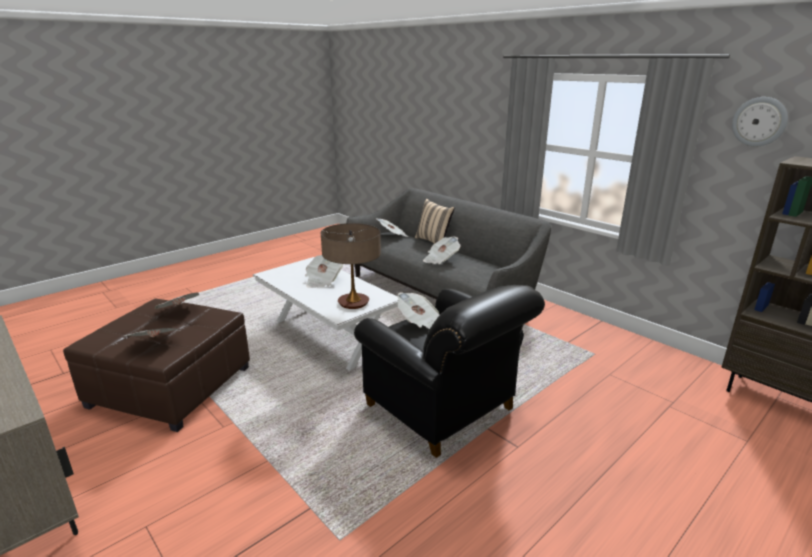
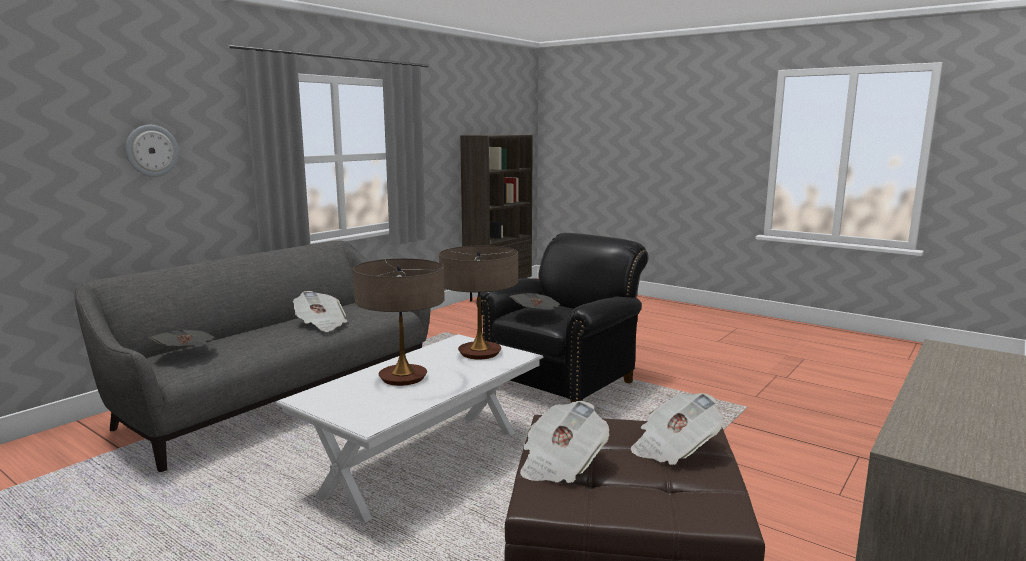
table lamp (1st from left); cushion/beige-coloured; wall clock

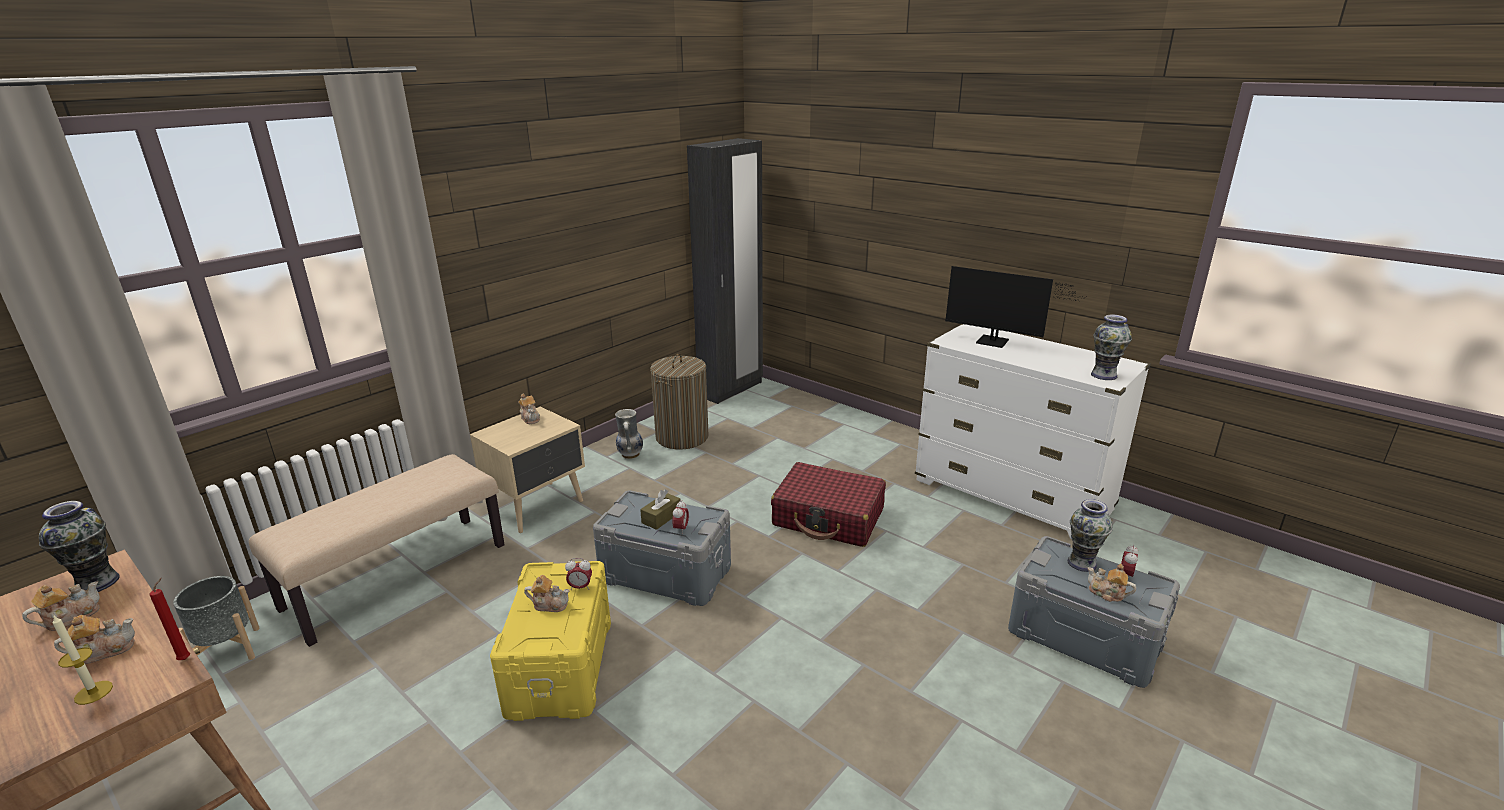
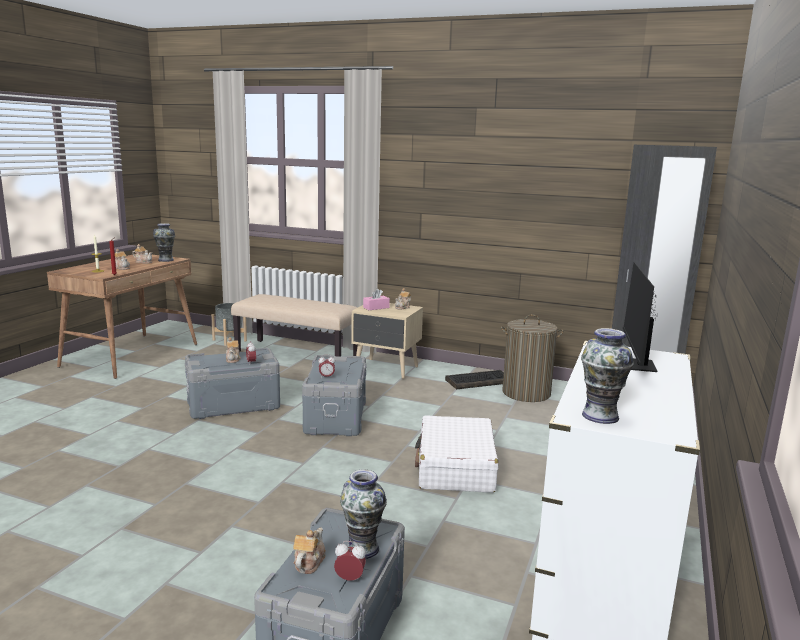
storage box/gray (1st from left); computer keyboard; tissue holder/brownish; suitcase/white-coloured; tissue holder/pinkish

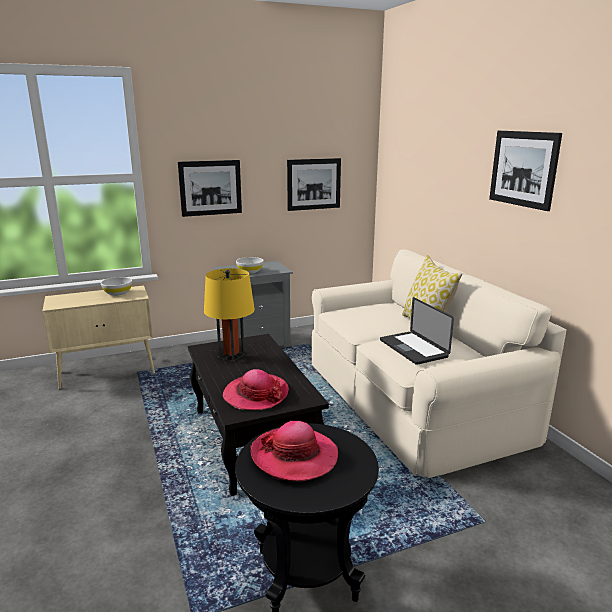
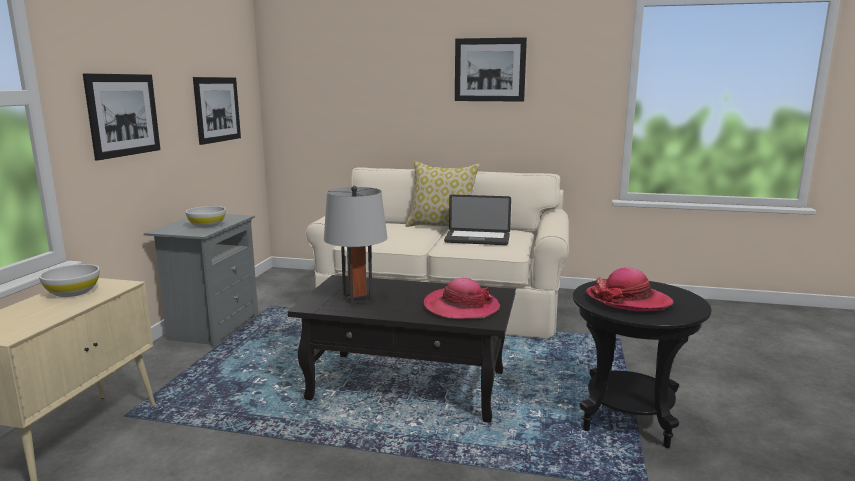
table lamp/gray

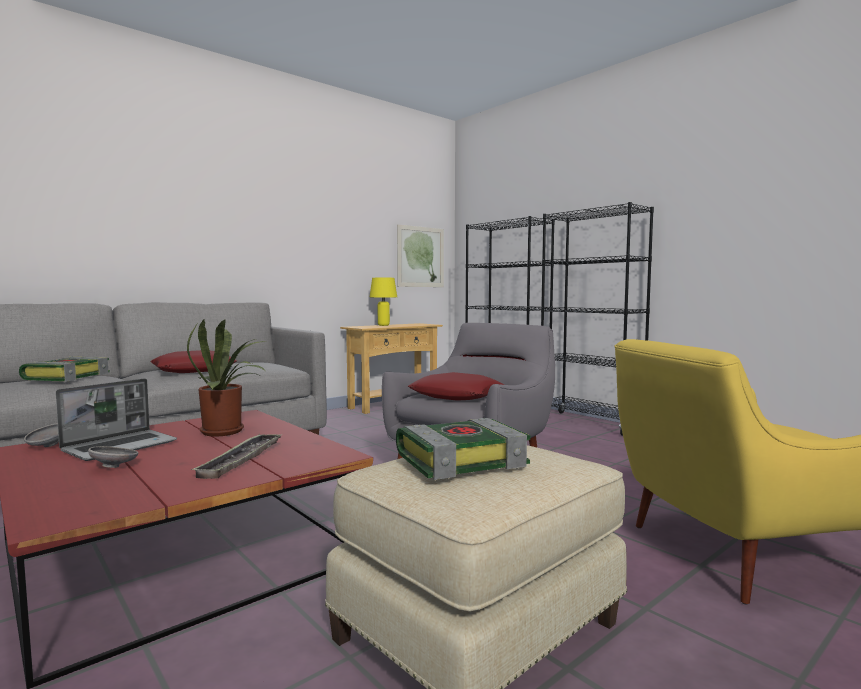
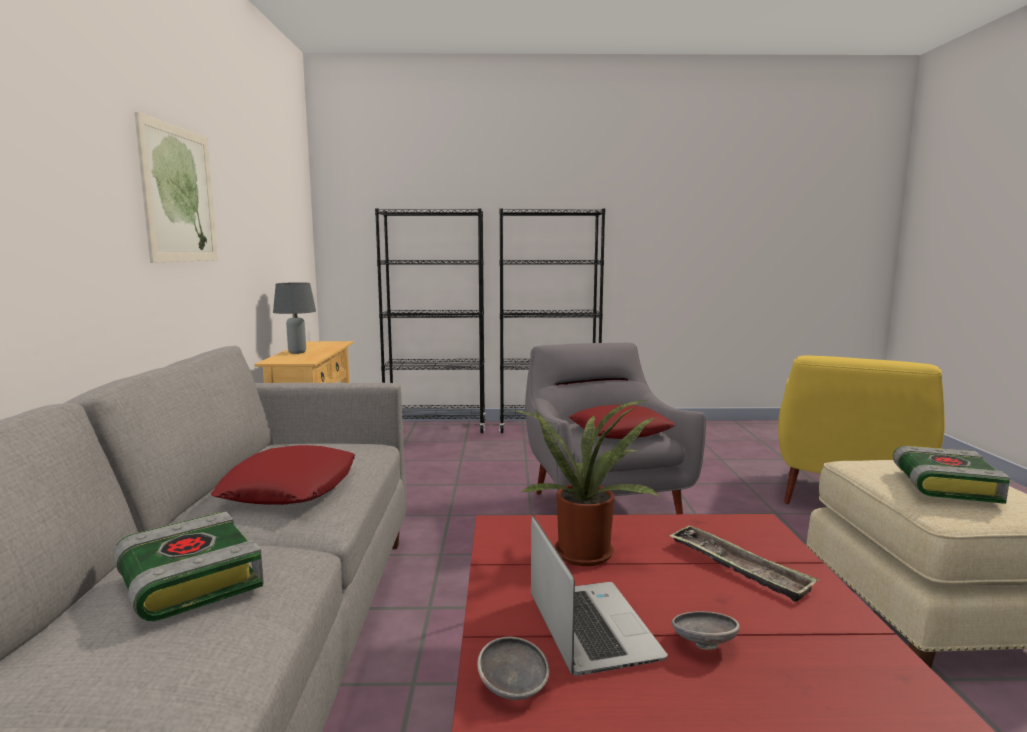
table lamp/gray; picture

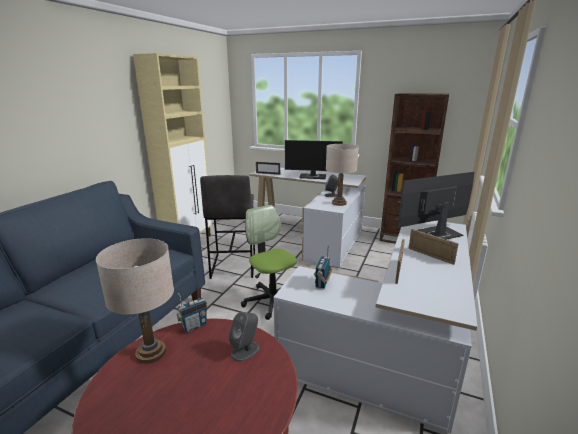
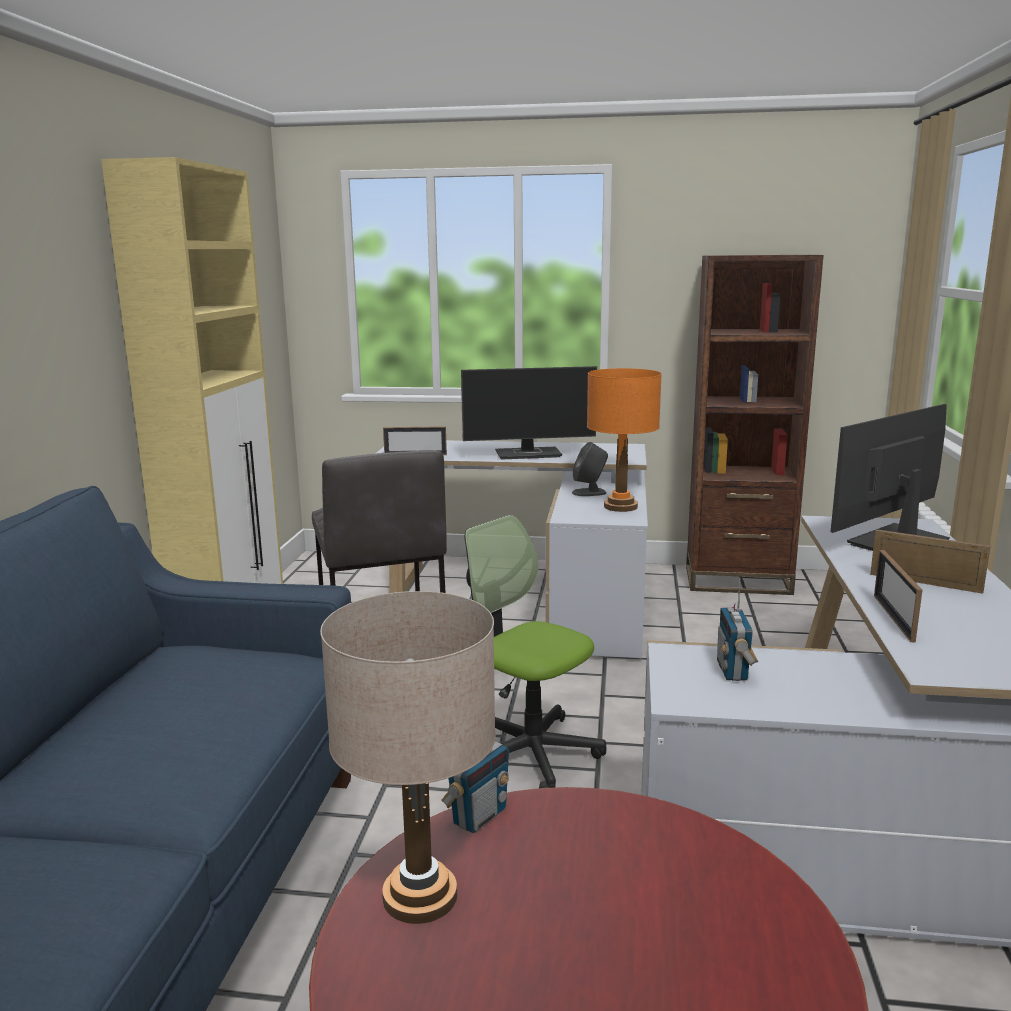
audio speaker/gray (1st from left in the first image); table lamp/orange-coloured

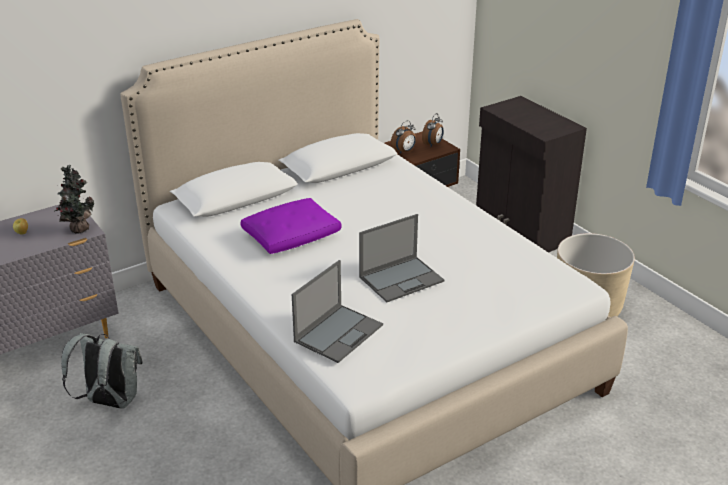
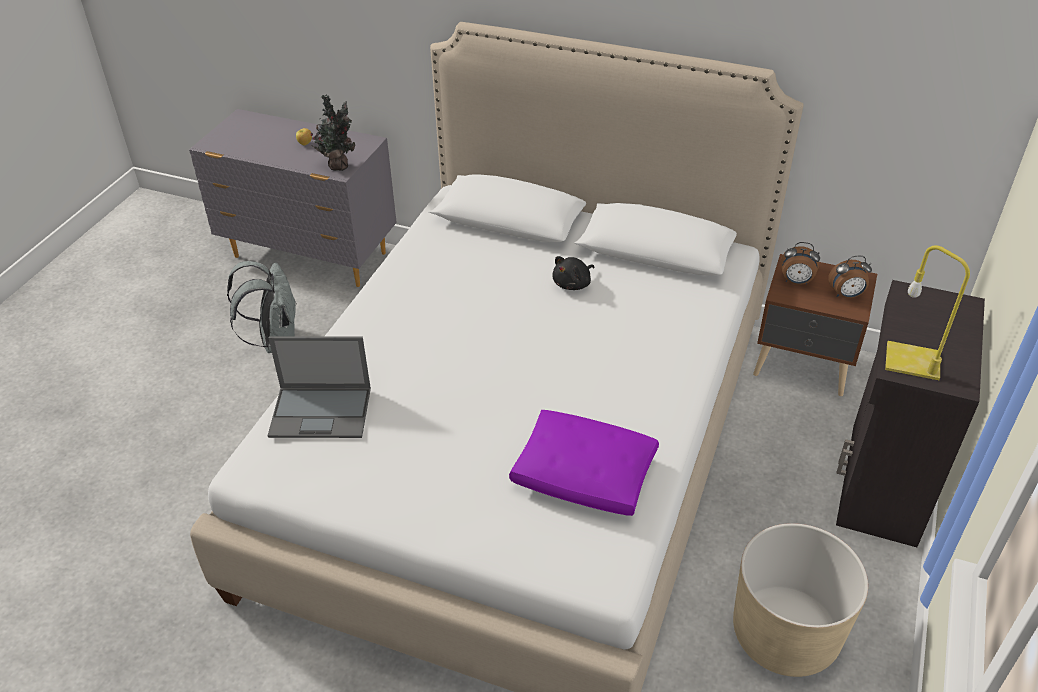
cushion/purple; portable computer (2nd from left in the first image); soft toy/blackish; table lamp/yellow-coloured

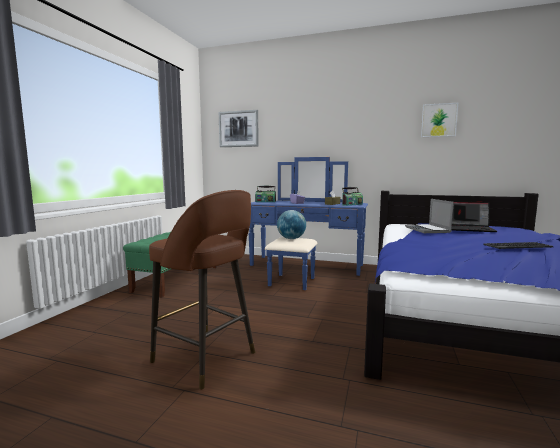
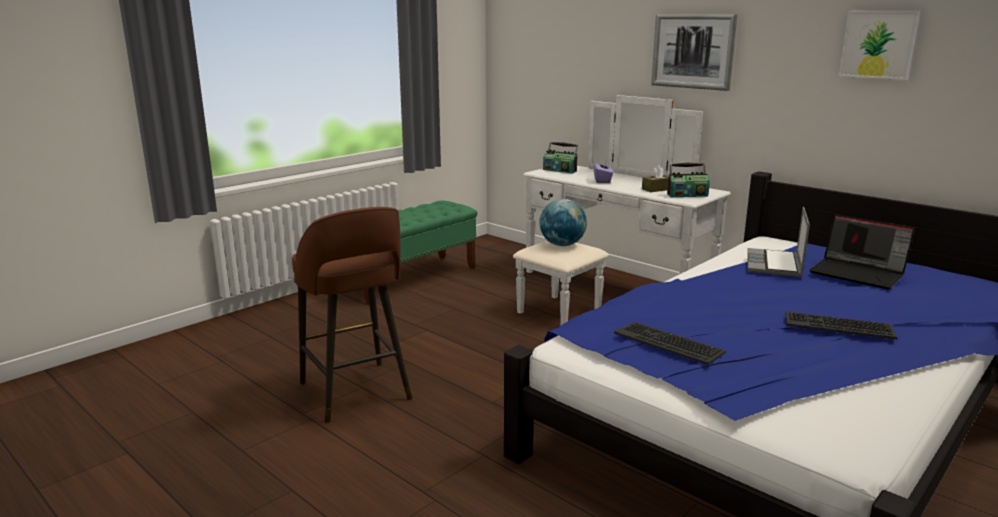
picture (1st from left); chest of drawers/white-coloured; computer keyboard (1st from left)

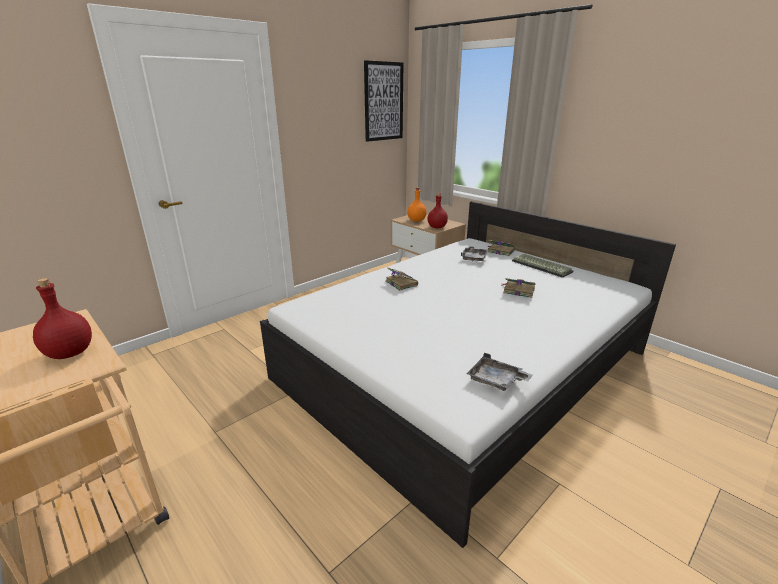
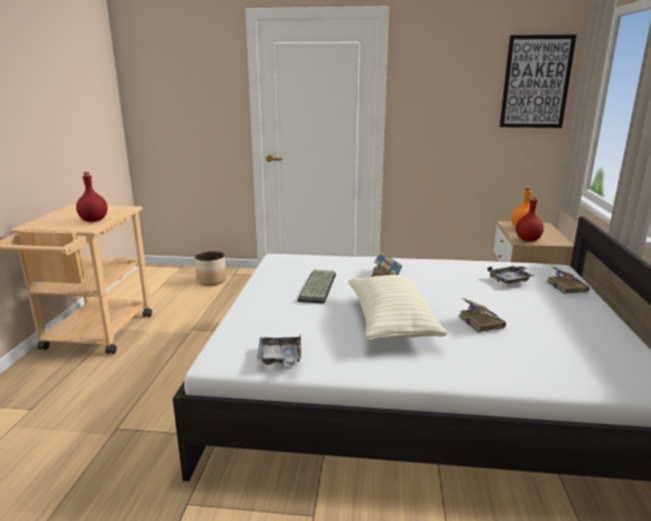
computer keyboard; plant pot; cushion/beige-coloured

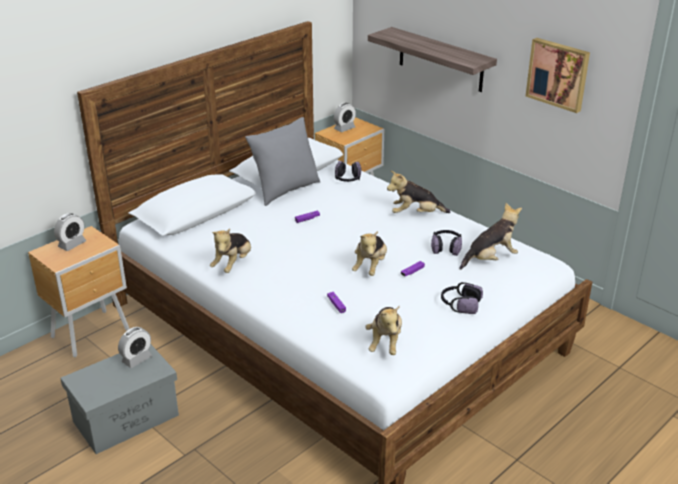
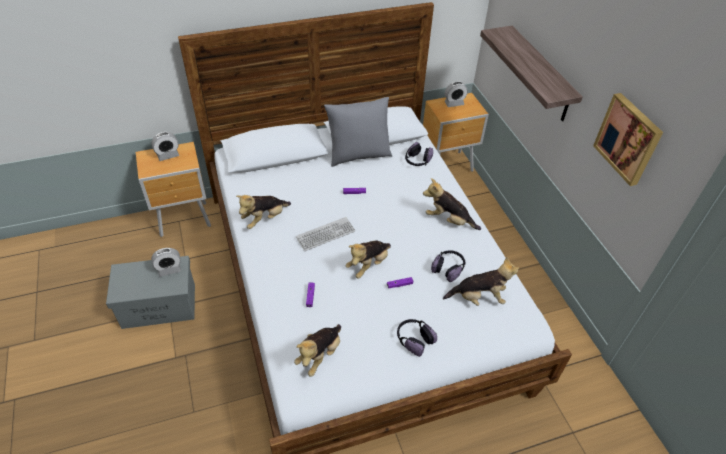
computer keyboard

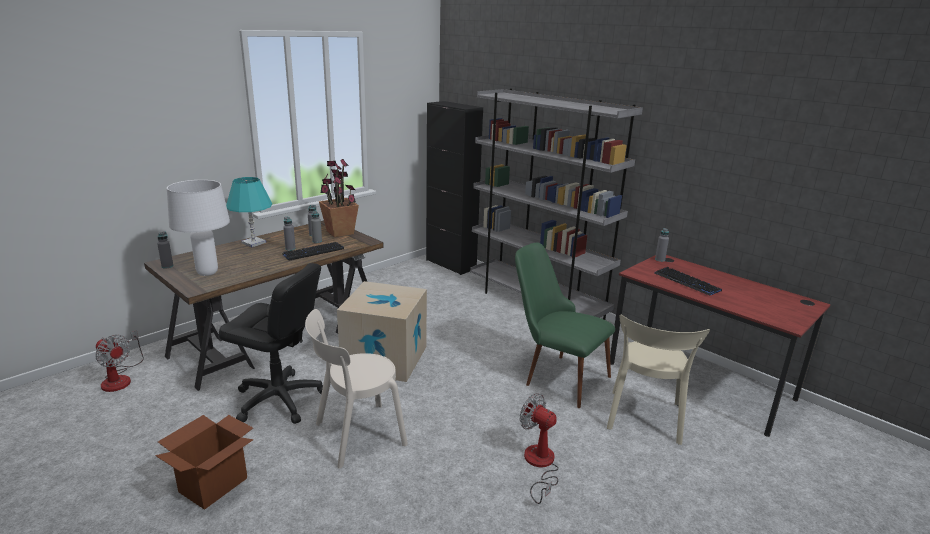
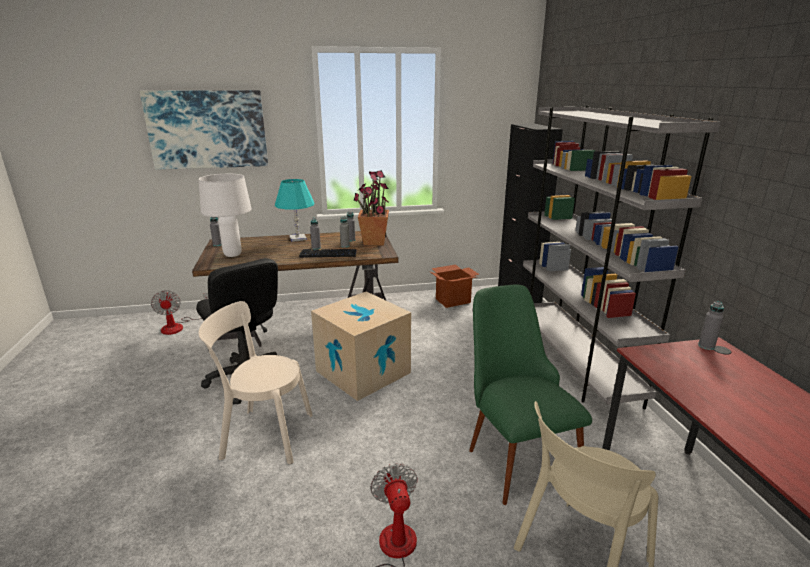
carton (2nd from left); computer keyboard (2nd from left in the first image); picture

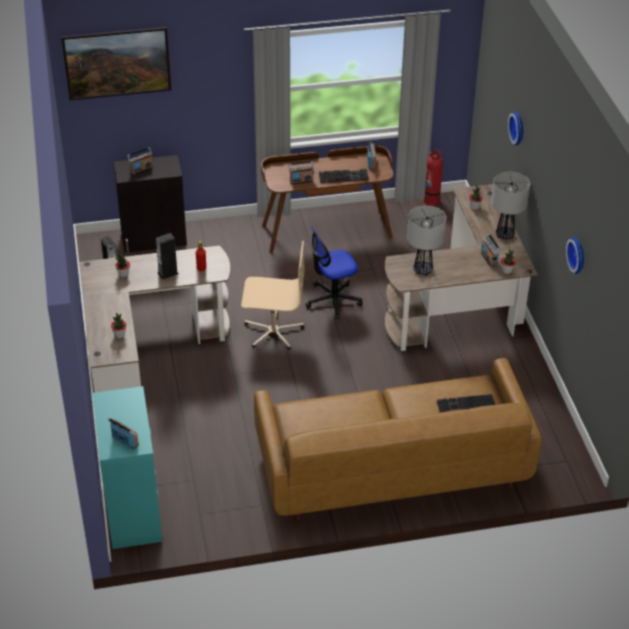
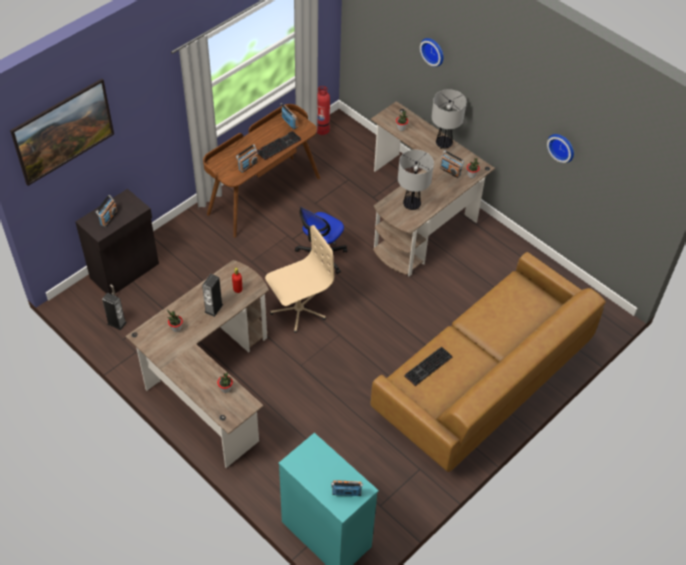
computer keyboard (2nd from left)

